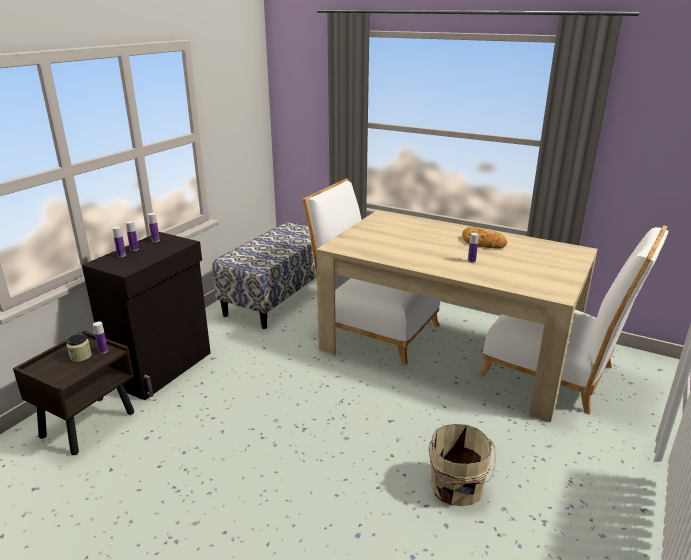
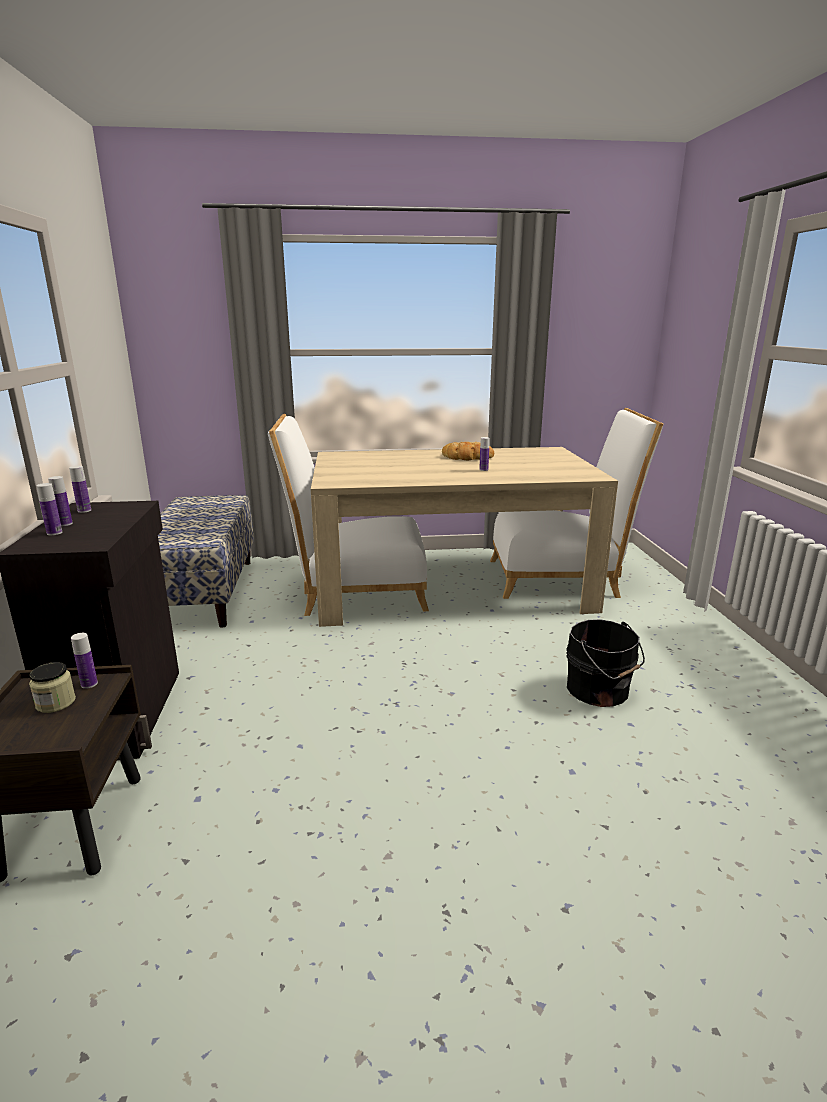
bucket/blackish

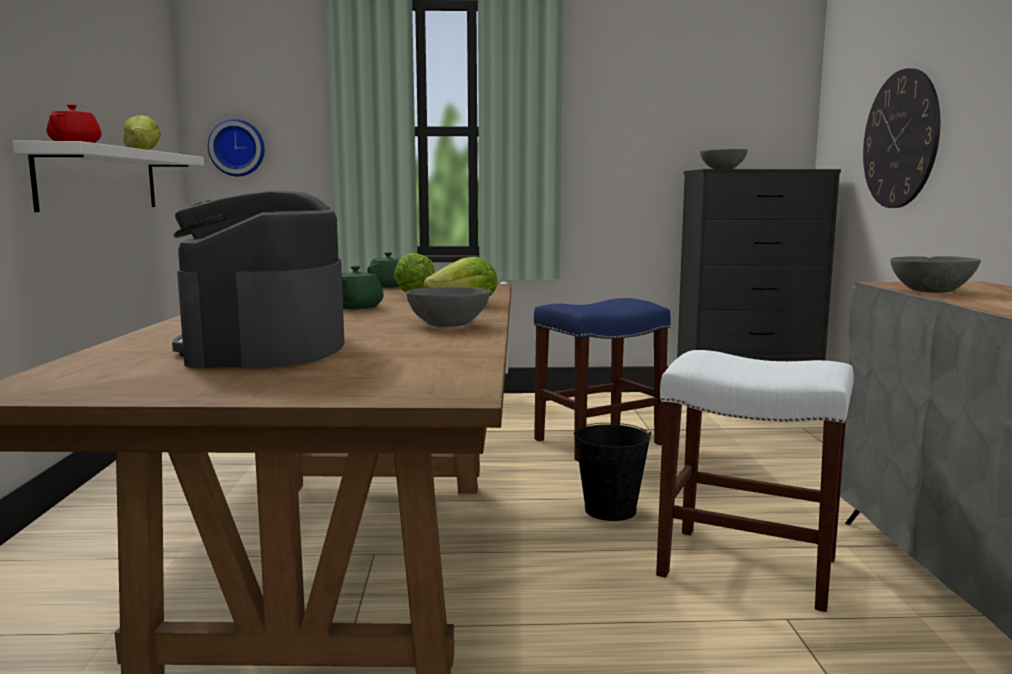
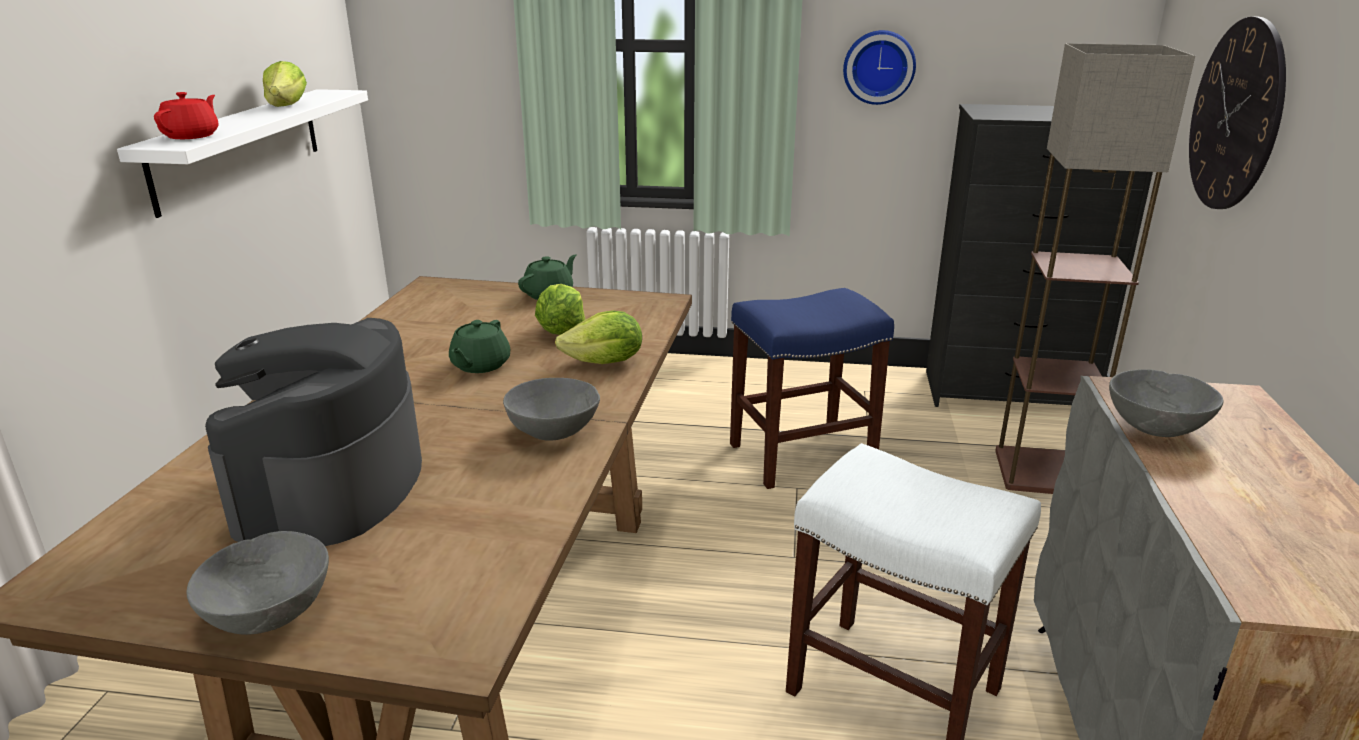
wall clock (1st from left); bucket/blackish; serving bowl/gray (1st from left); standing lamp

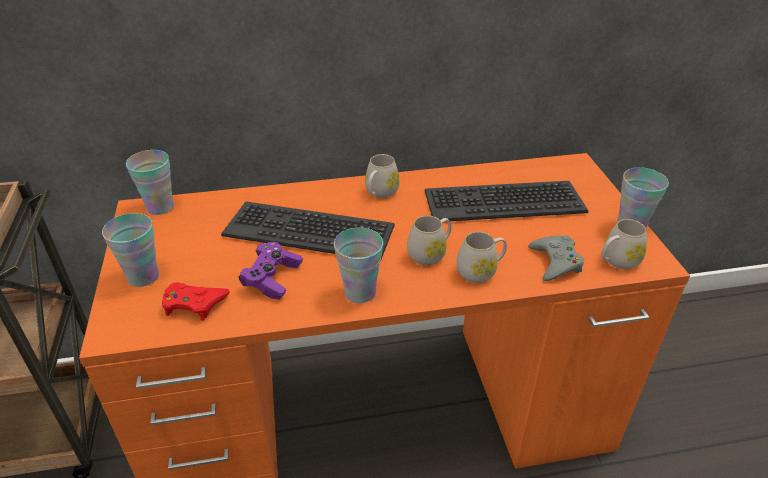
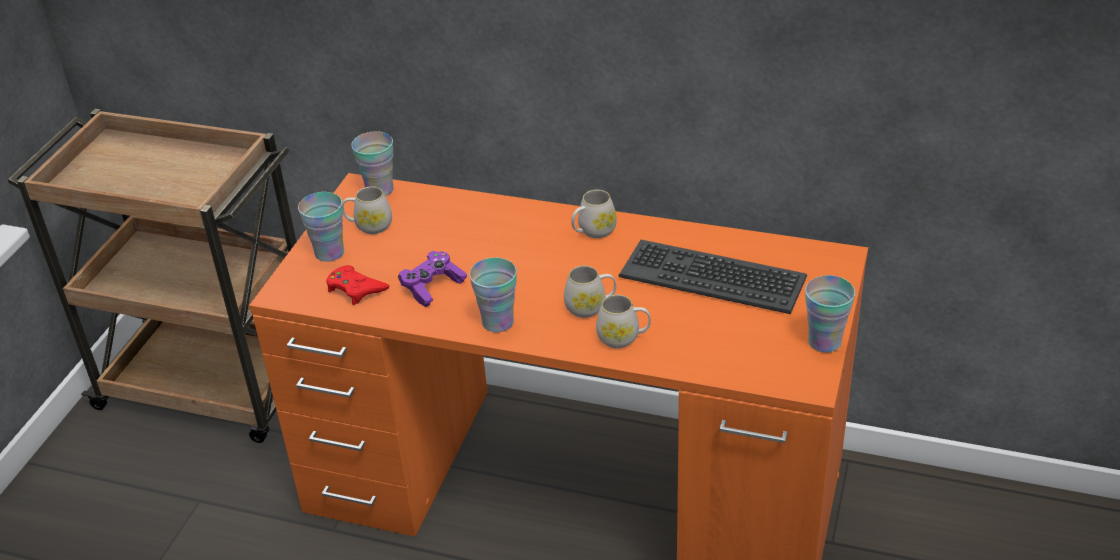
computer keyboard (1st from left in the first image); gamepad/gray; coffee mug/white-coloured (1st from left)

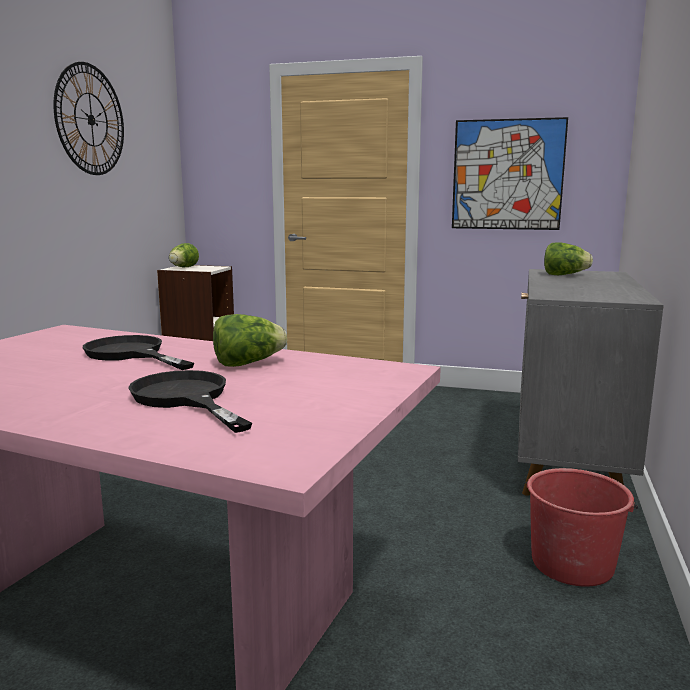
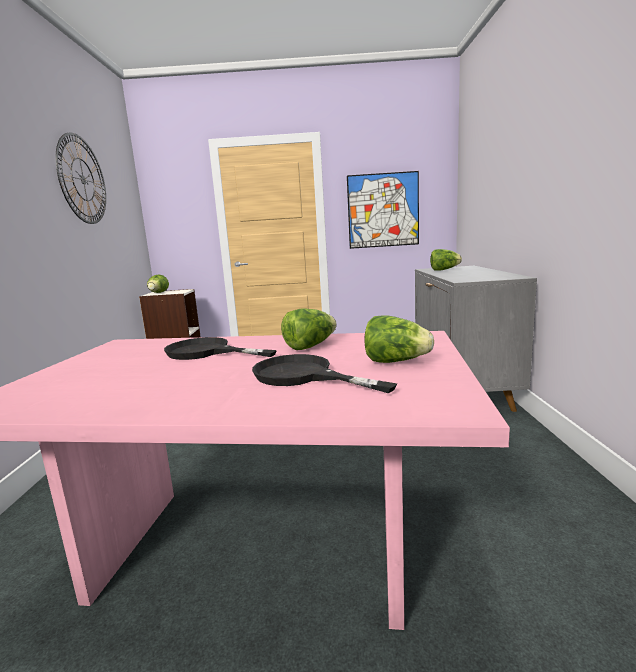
bucket/red; lettuce (3rd from left)

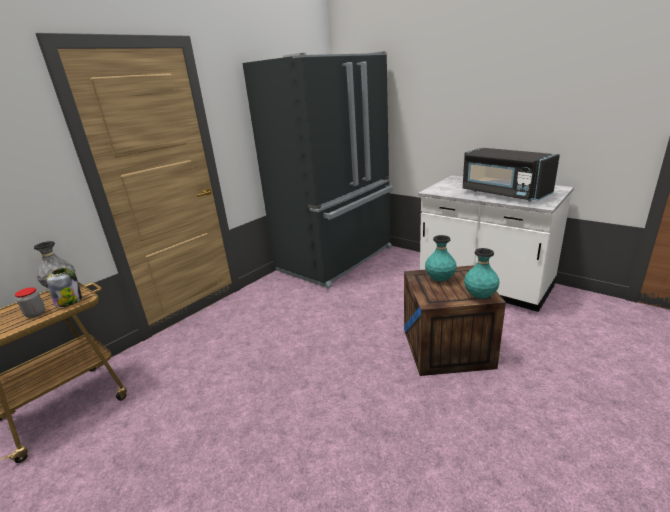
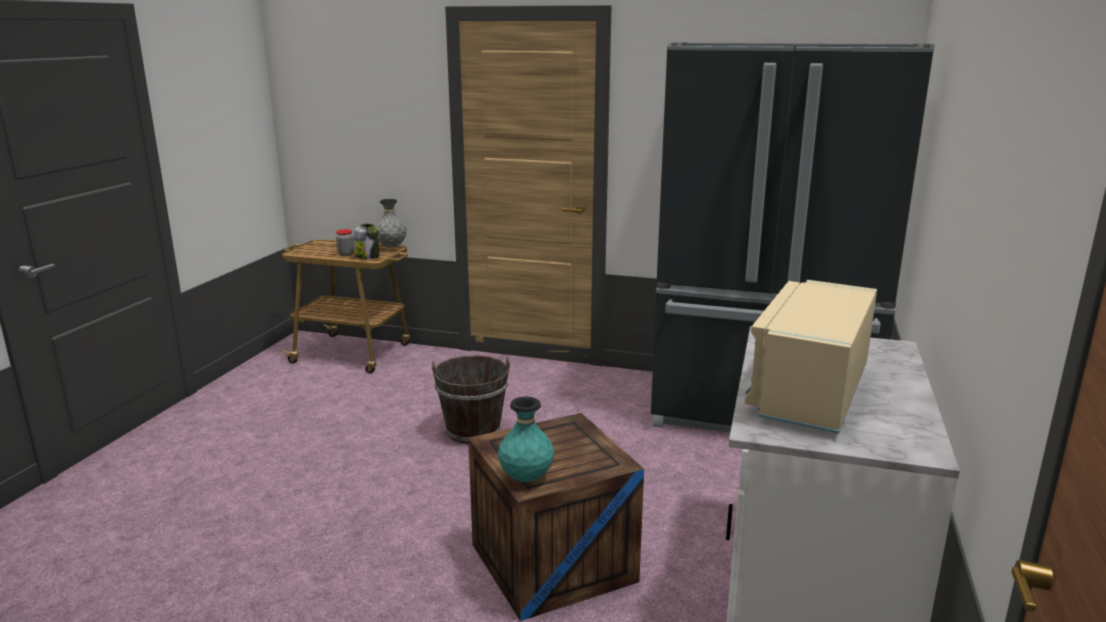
flower vase/blue-green (1st from left in the first image); kitchen microwave/beige-coloured; bucket/brownish

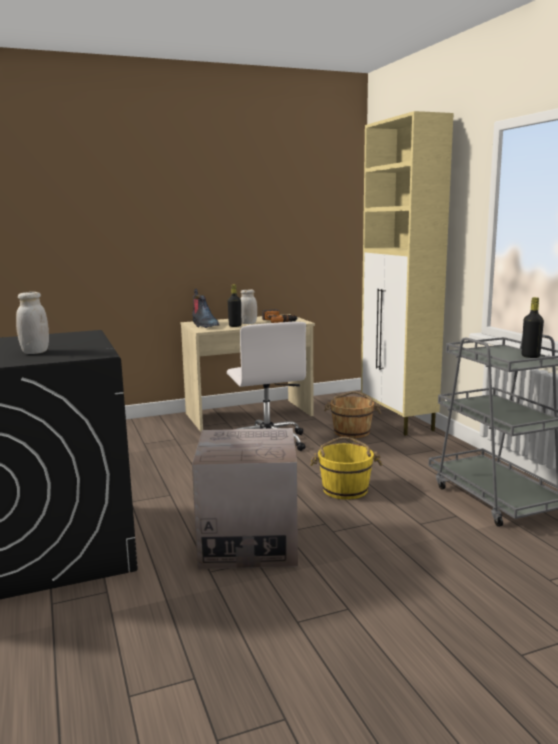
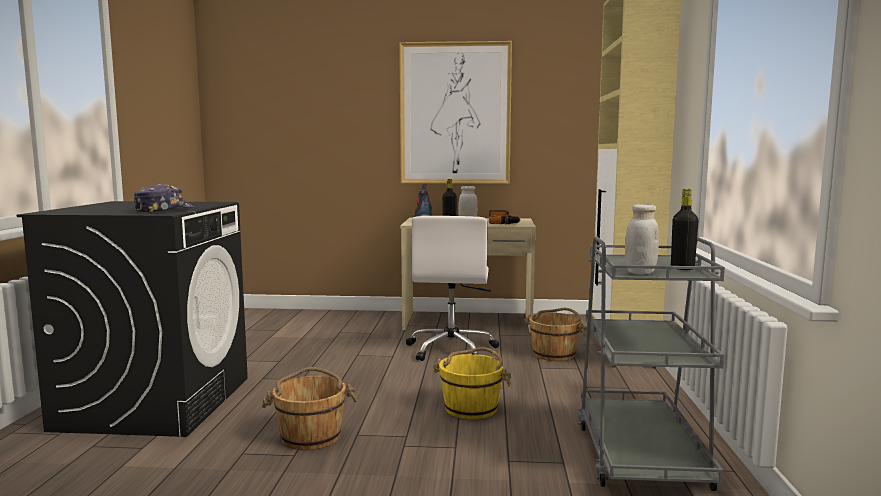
preserve jar/white-coloured (2nd from left); bucket/brownish (1st from left); cap; picture

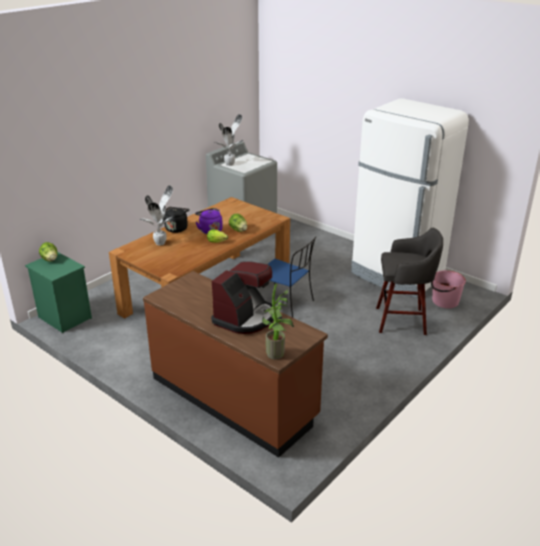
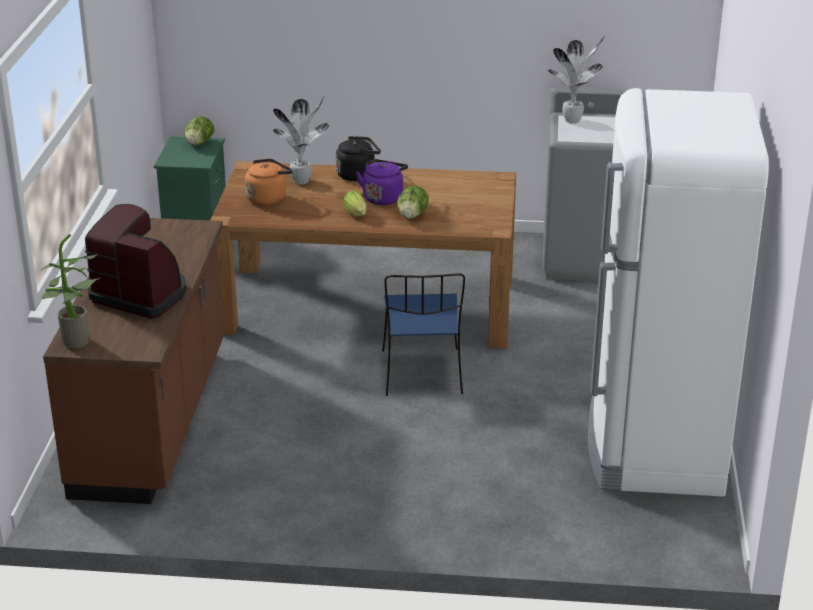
coffee maker; stool seat/gray; bucket/pinkish; kettle/orange-coloured

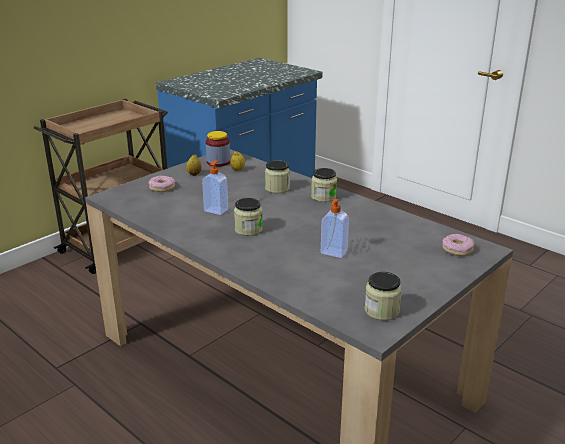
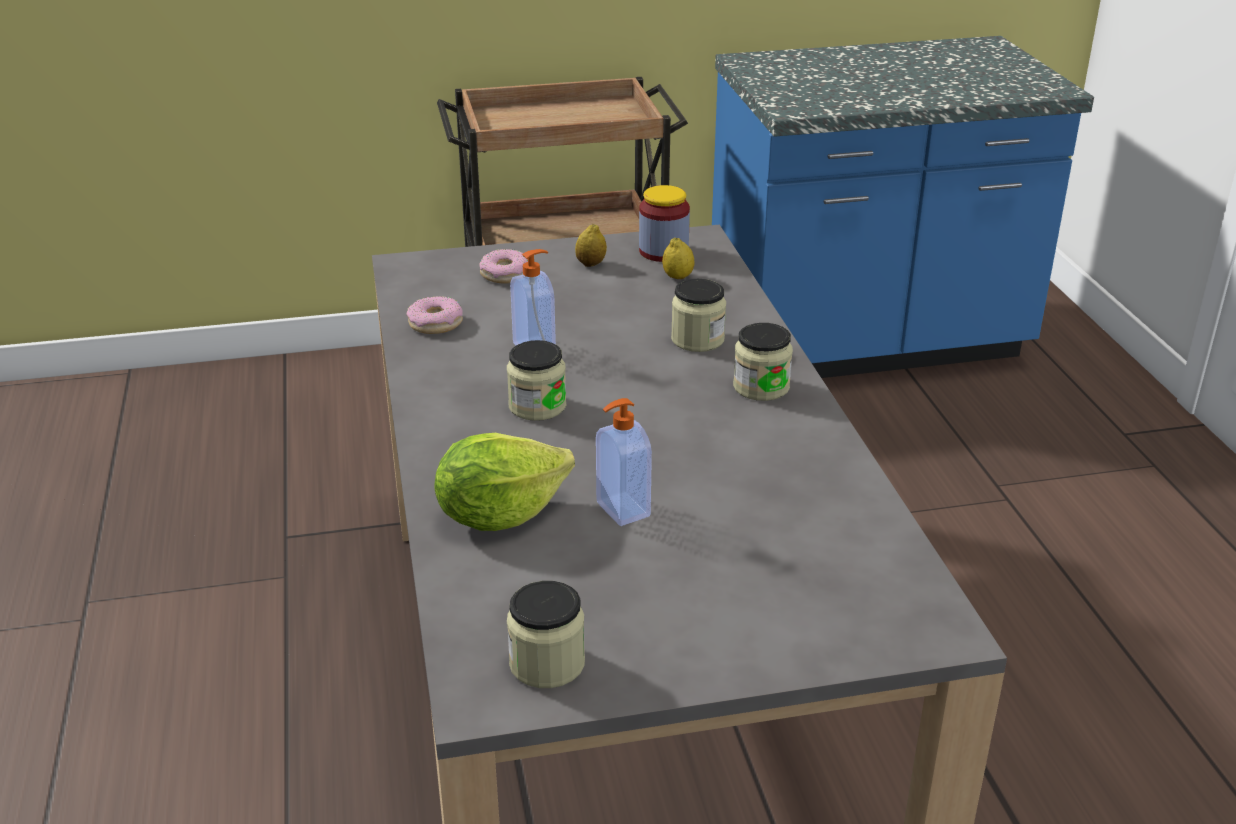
doughnut (1st from left); lettuce

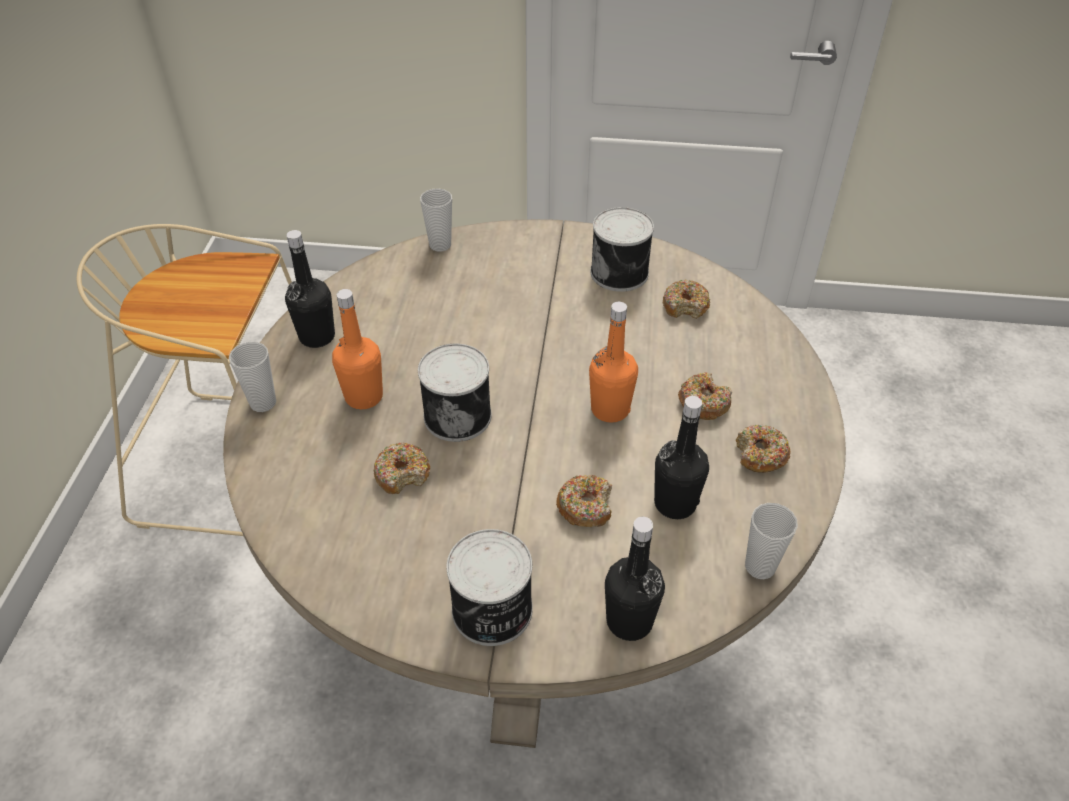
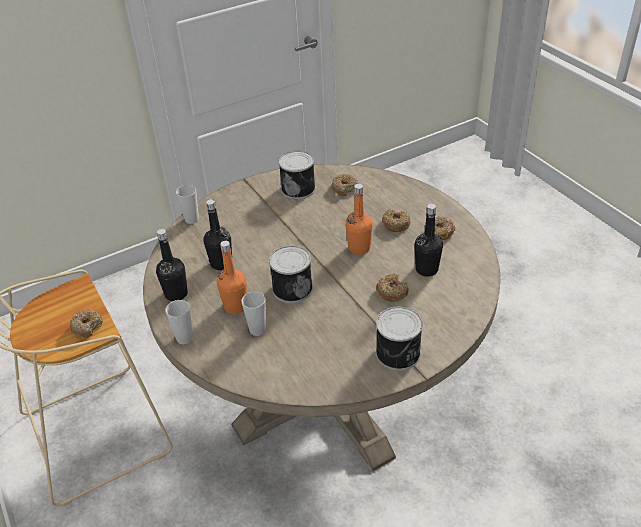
doughnut (1st from left); drink bottle/blackish (2nd from left); small cup (3rd from left)

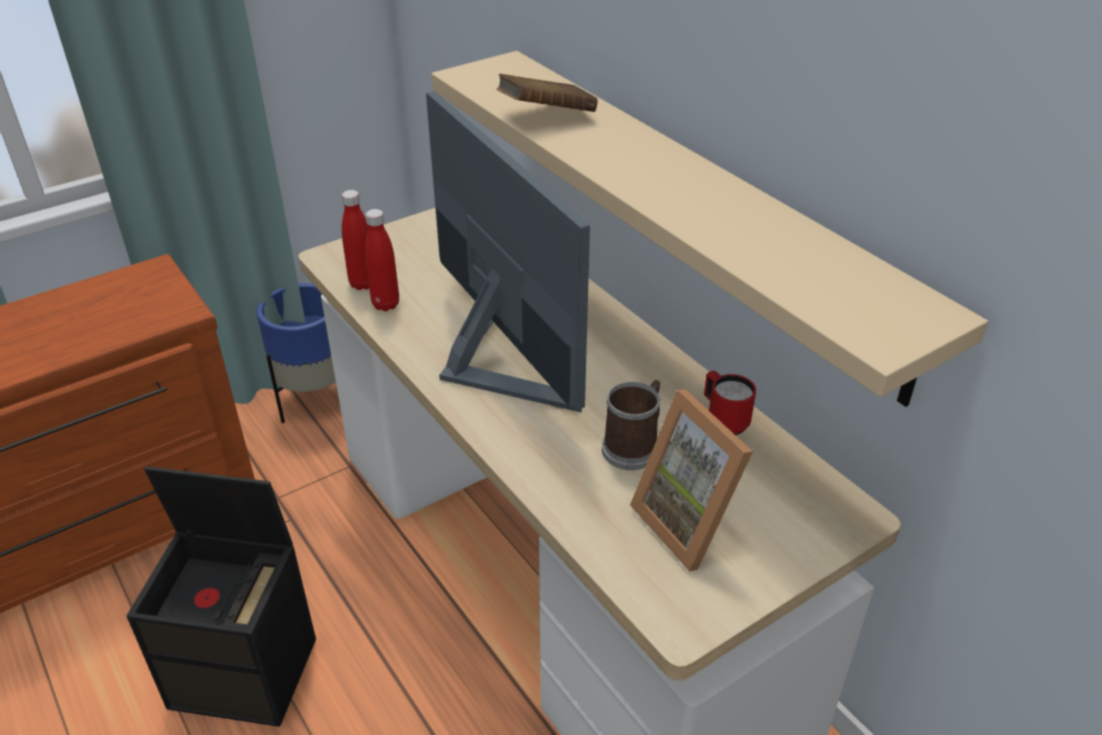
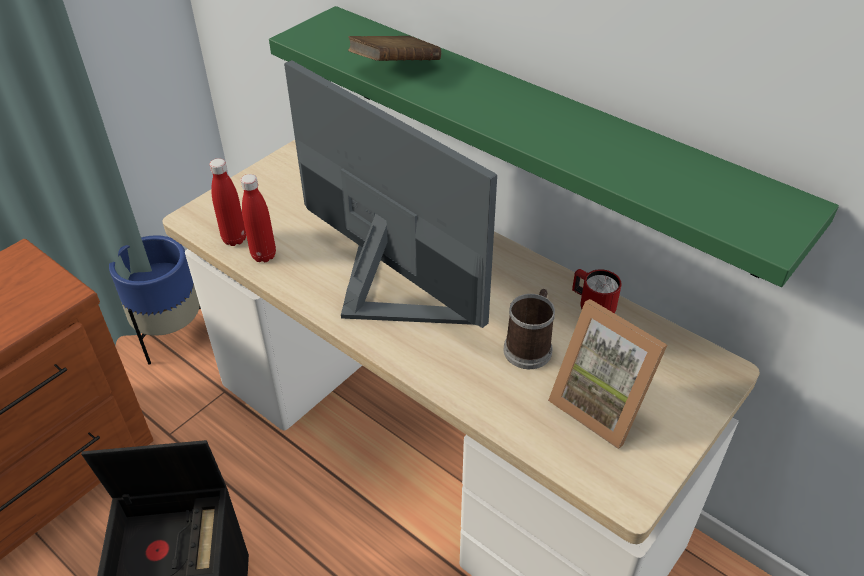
bracket shelf/green

